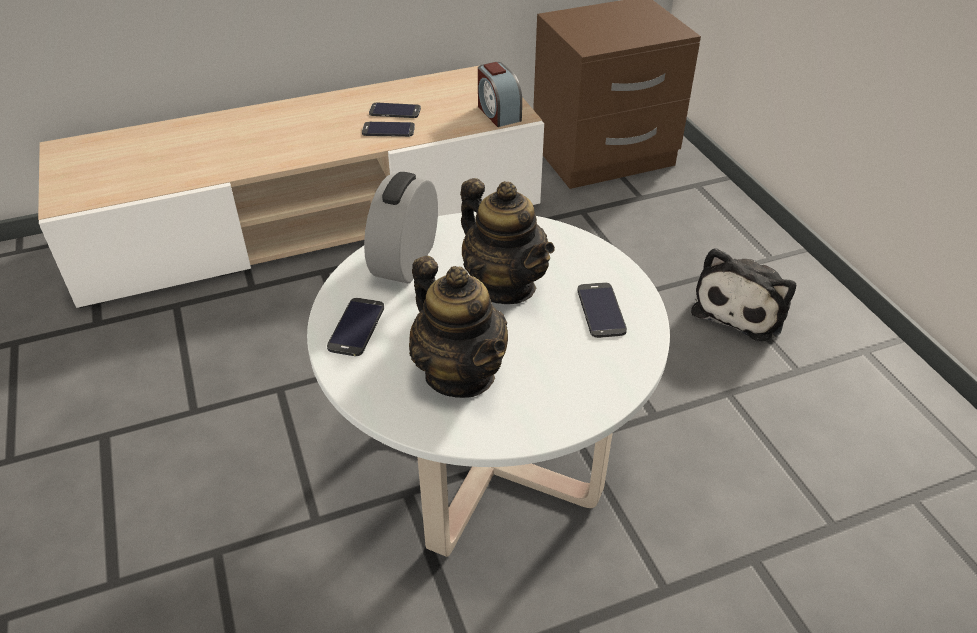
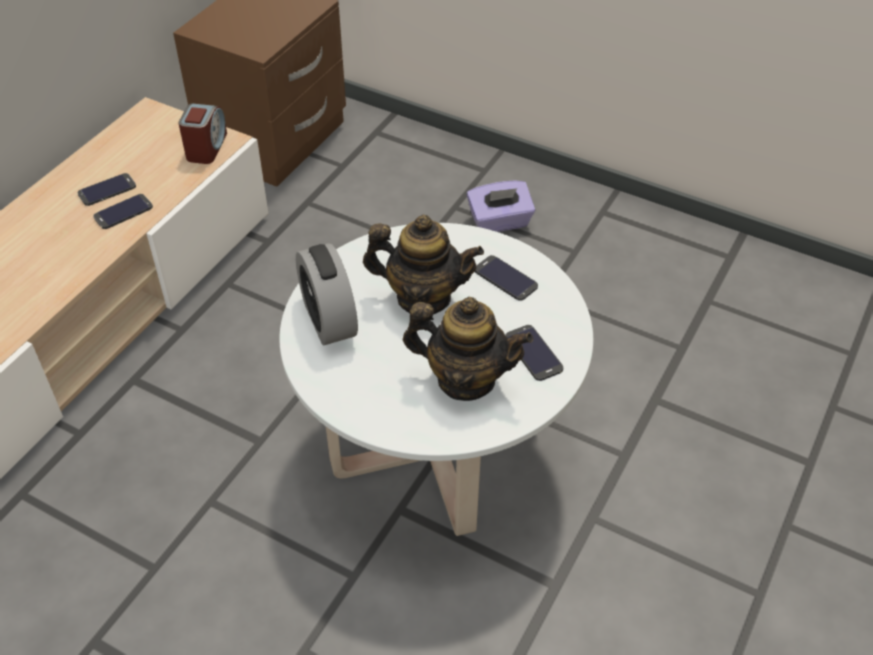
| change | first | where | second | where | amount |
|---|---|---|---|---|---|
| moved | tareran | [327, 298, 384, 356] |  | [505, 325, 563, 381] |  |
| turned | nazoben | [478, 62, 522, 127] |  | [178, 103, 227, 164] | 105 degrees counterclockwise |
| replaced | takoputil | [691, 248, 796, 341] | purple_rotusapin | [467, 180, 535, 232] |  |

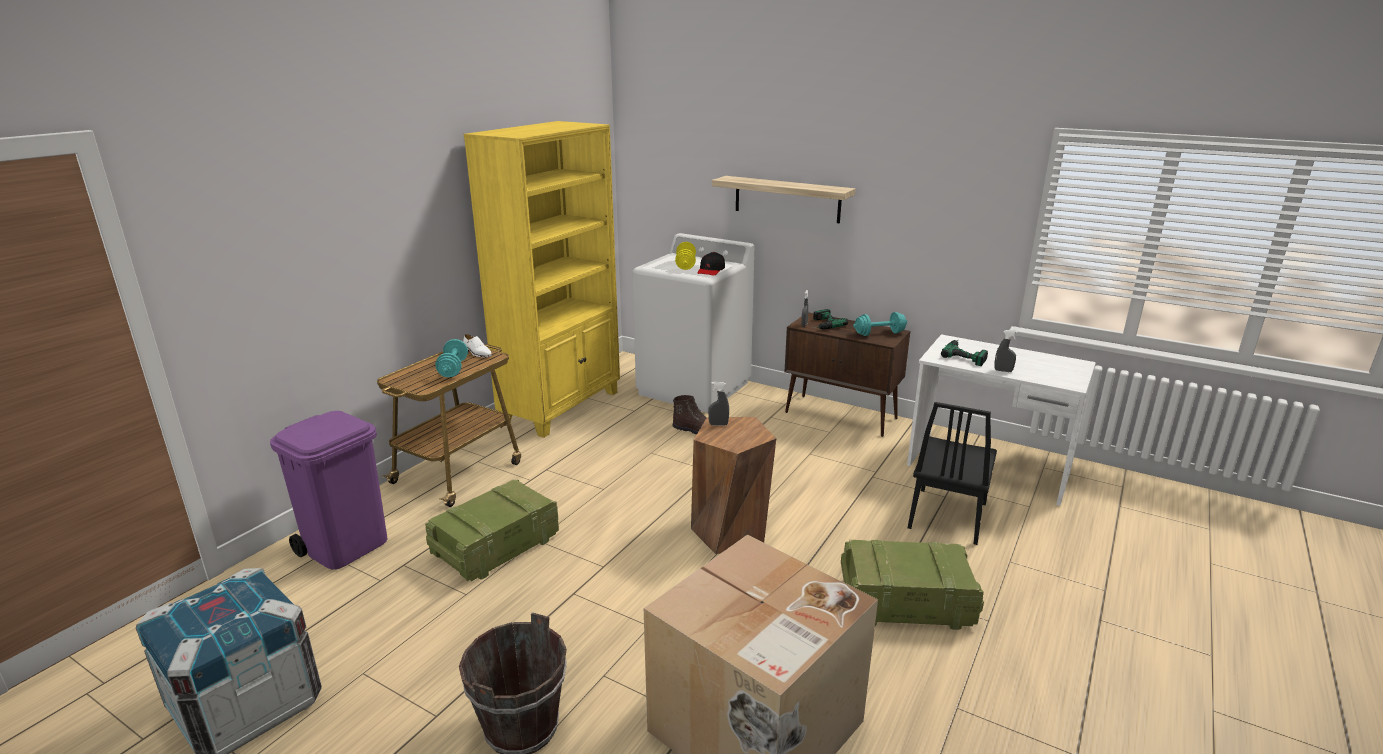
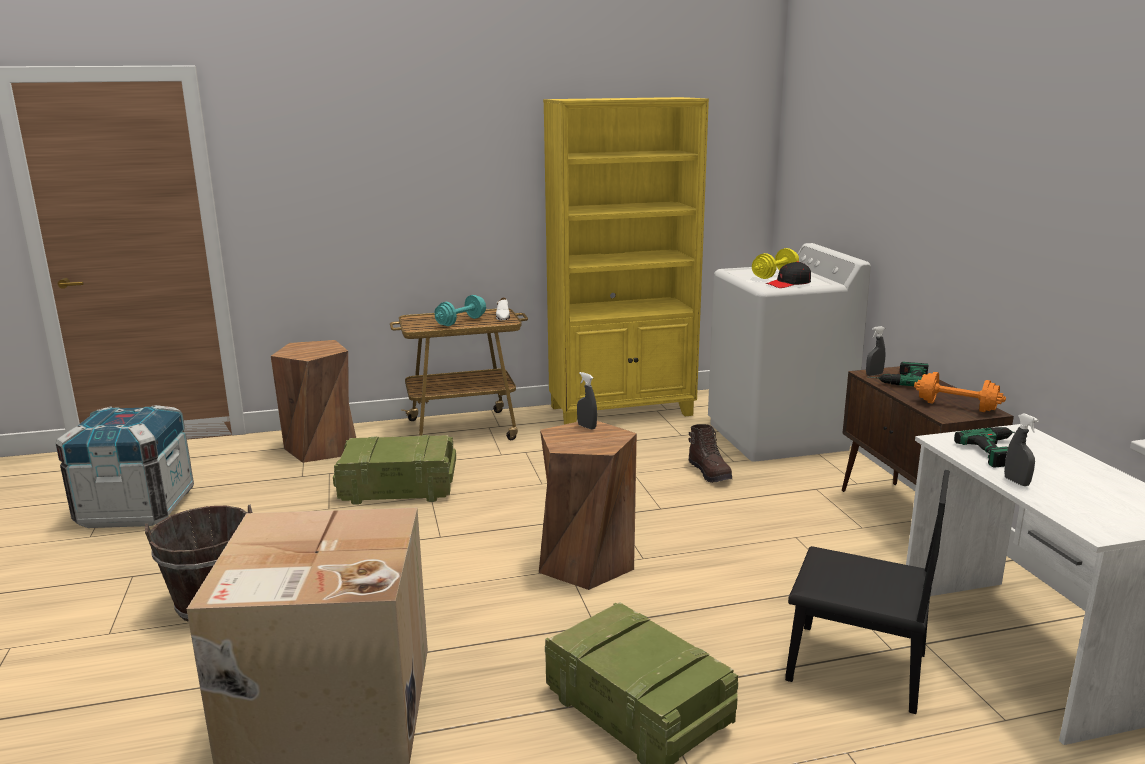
| change | first | where | second | where | amount |
|---|---|---|---|---|---|
| replaced | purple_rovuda | [270, 411, 387, 569] | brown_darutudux | [271, 340, 356, 463] |  |
| removed | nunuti | [712, 176, 856, 223] |  |  |  |
| recoloured | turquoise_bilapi | [853, 312, 908, 336] | orange_bilapi | [914, 372, 1006, 412] |  |
| turned | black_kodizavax | [908, 402, 997, 545] |  | [785, 470, 950, 714] | 135 degrees counterclockwise |

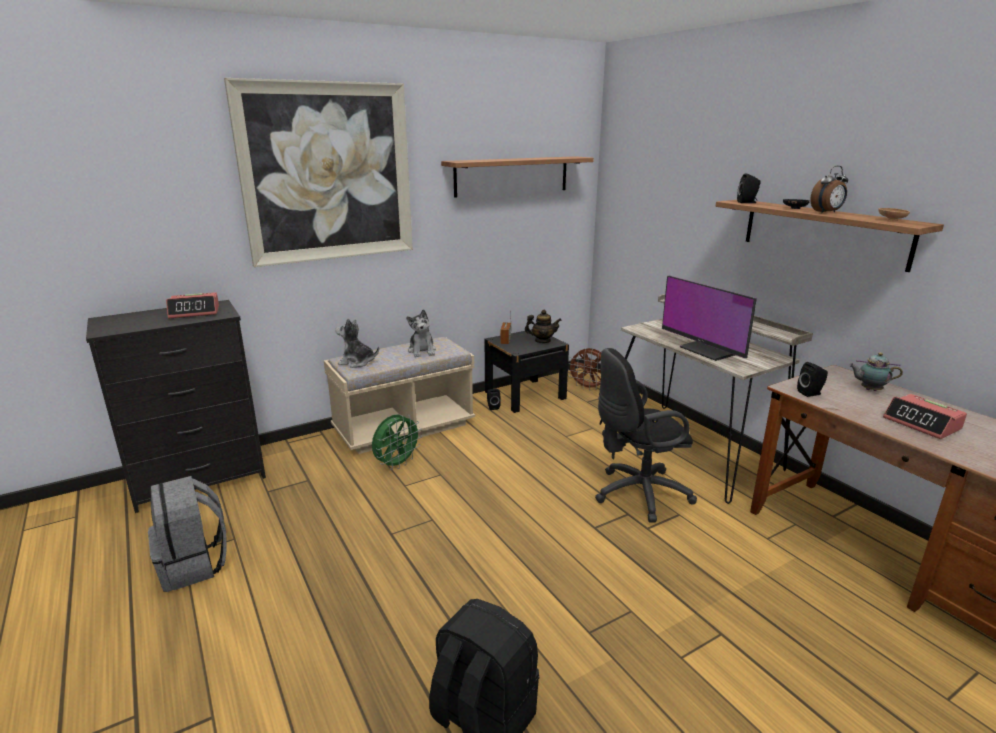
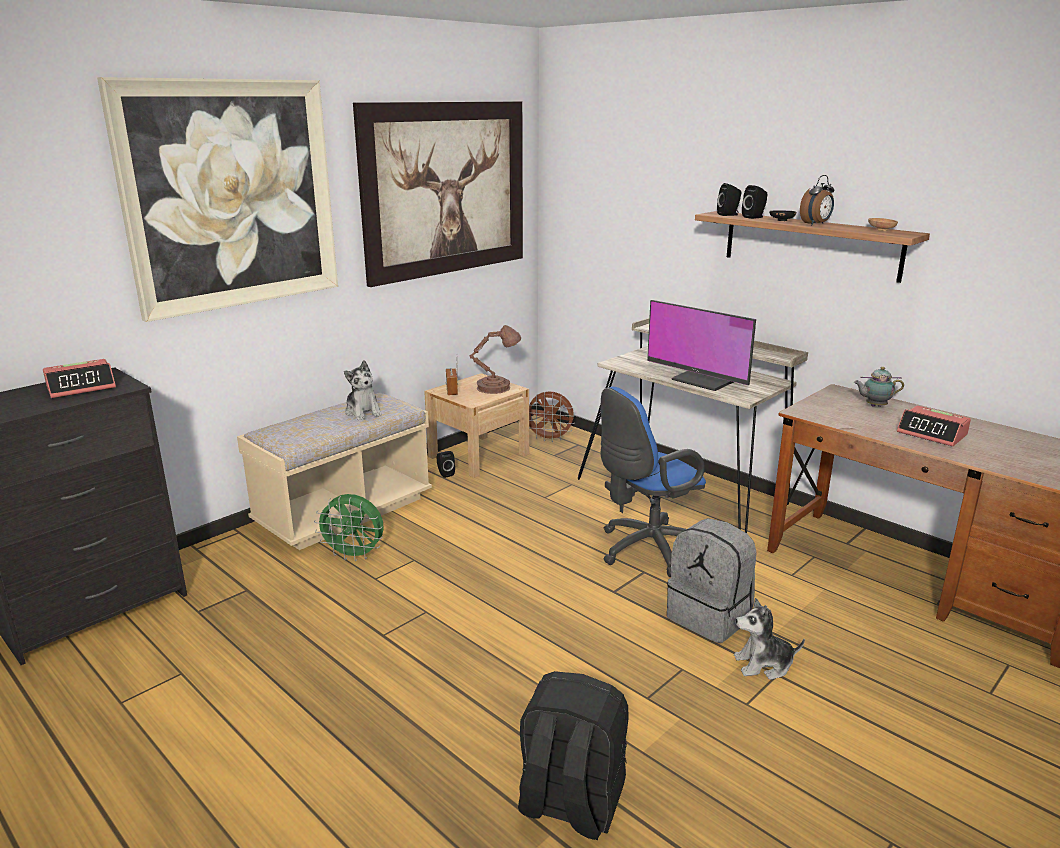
| change | first | where | second | where | amount |
|---|---|---|---|---|---|
| moved | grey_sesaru | [148, 476, 227, 592] |  | [667, 518, 757, 643] |  |
| moved | takoputil | [335, 318, 379, 368] |  | [734, 598, 805, 680] |  |
| turned | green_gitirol | [372, 414, 422, 470] |  | [314, 494, 384, 561] | 75 degrees clockwise |
| replaced | nunuti | [441, 156, 594, 198] | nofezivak | [353, 102, 523, 287] |  |
| recoloured | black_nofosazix | [485, 329, 569, 413] | beige_nofosazix | [424, 373, 529, 478] |  |
| replaced | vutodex | [525, 310, 562, 343] | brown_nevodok | [470, 325, 521, 394] |  |
| recoloured | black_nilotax | [595, 348, 697, 523] | blue_nilotax | [601, 387, 706, 577] |  |
| moved | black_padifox | [797, 362, 828, 397] |  | [742, 185, 767, 219] |  |

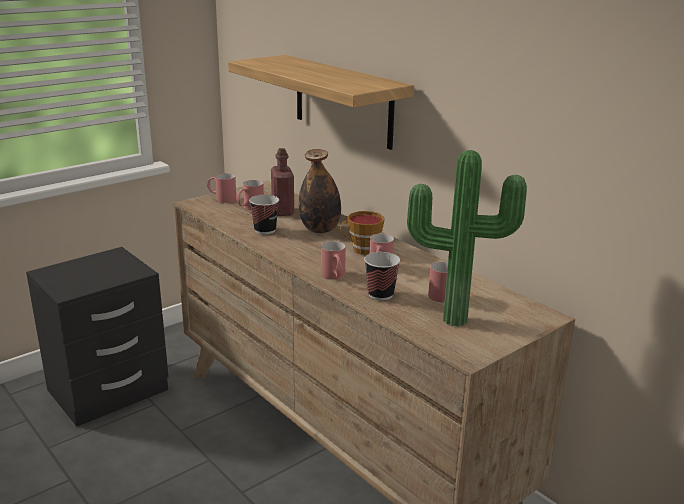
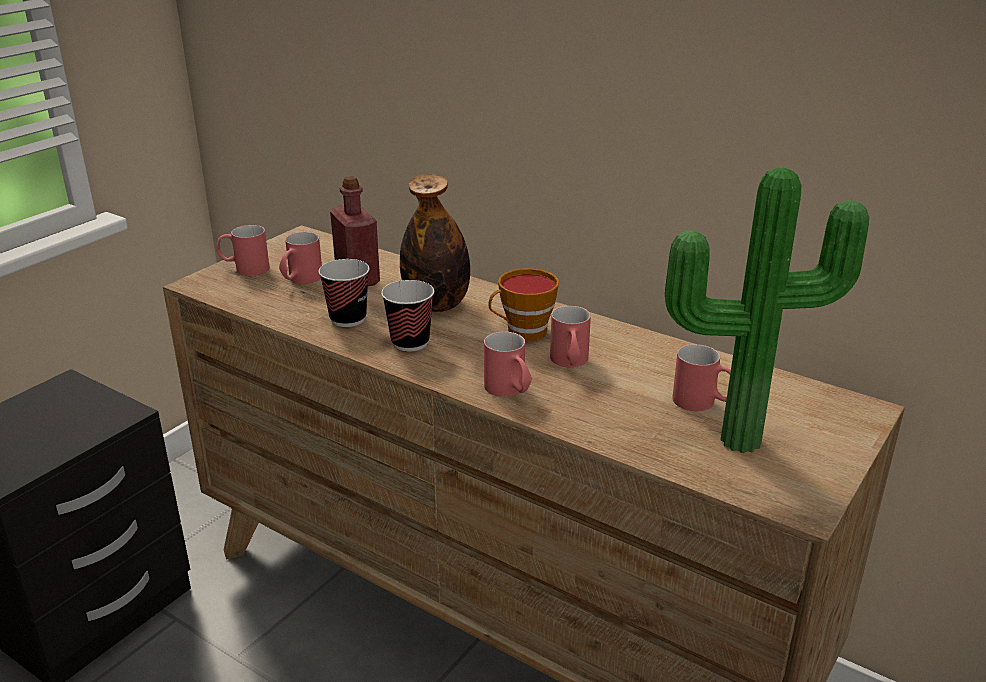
| change | first | where | second | where | amount |
|---|---|---|---|---|---|
| removed | nunuti | [228, 55, 414, 150] |  |  |  |
| moved | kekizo | [364, 252, 400, 301] |  | [381, 280, 434, 352] |  |

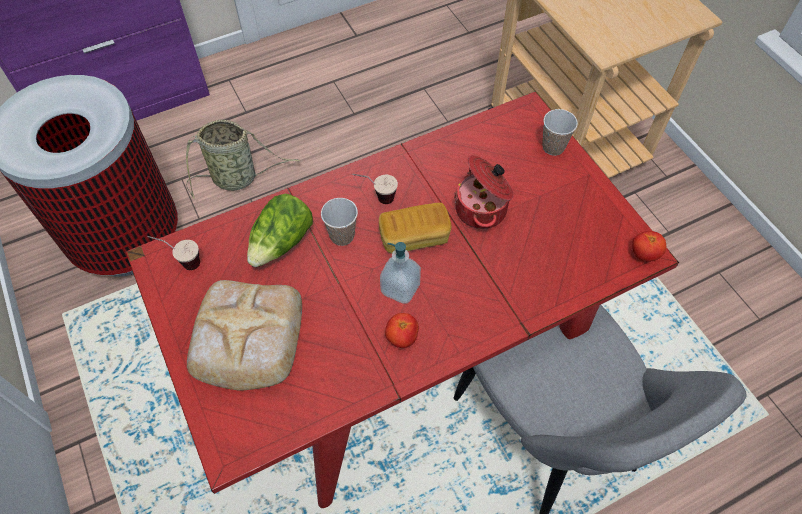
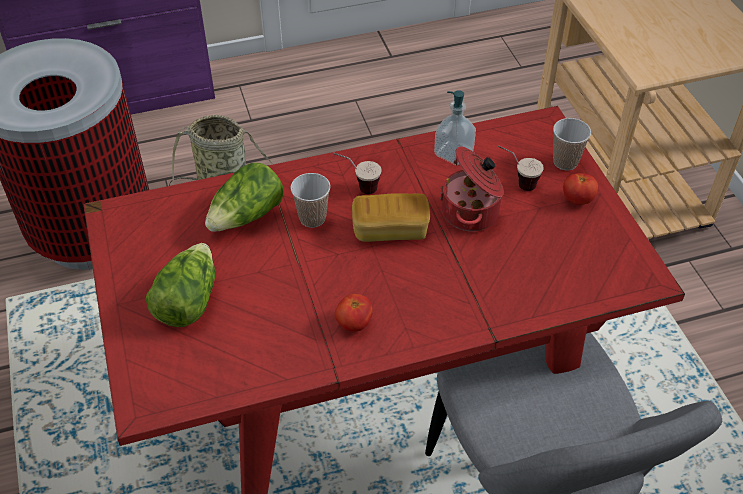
| change | first | where | second | where | amount |
|---|---|---|---|---|---|
| moved | kekizo | [147, 236, 200, 270] |  | [498, 145, 544, 191] |  |
| replaced | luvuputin | [187, 280, 302, 391] | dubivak | [146, 243, 215, 327] |  |
| moved | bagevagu | [380, 242, 421, 304] |  | [434, 90, 476, 165] |  |
| moved | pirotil | [632, 231, 666, 262] |  | [563, 173, 598, 205] |  |

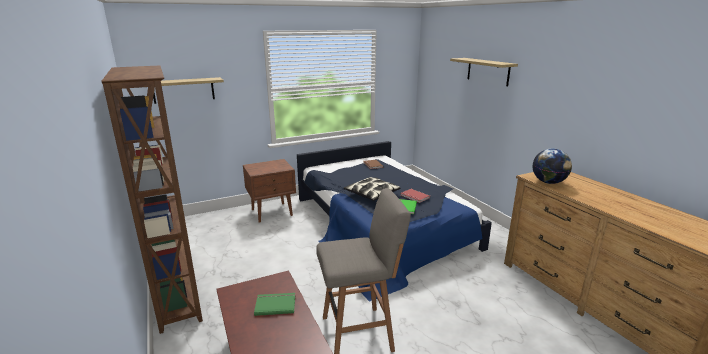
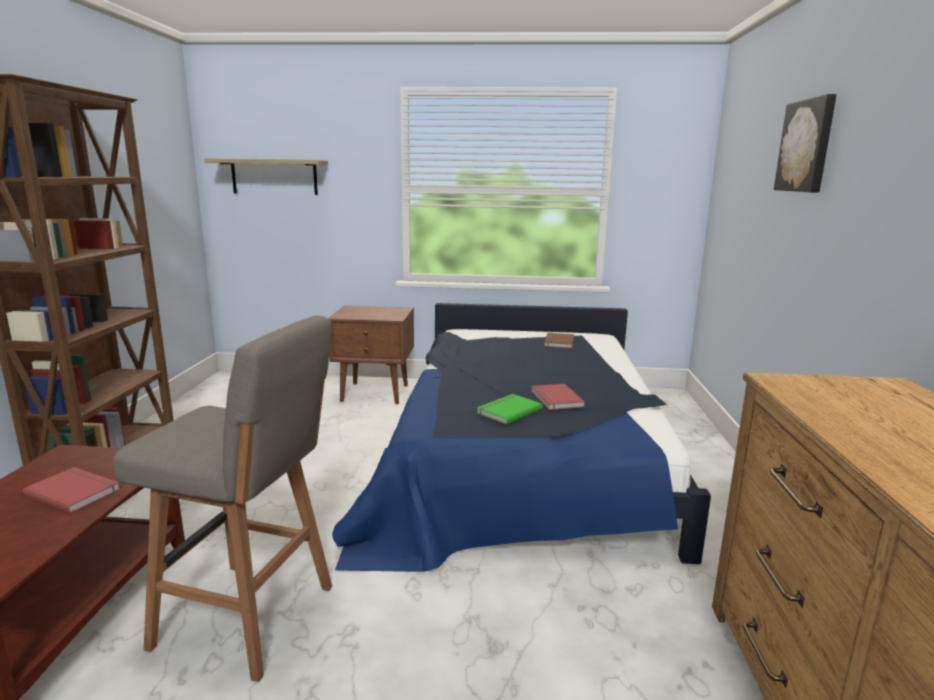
| change | first | where | second | where | amount |
|---|---|---|---|---|---|
| recoloured | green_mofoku | [254, 293, 295, 316] | red_mofoku | [23, 467, 120, 513] |  |
| removed | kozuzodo | [344, 177, 400, 201] |  |  |  |
| replaced | nunuti | [450, 58, 518, 86] | nofezivak | [774, 94, 837, 192] |  |
| removed | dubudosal | [532, 149, 572, 184] |  |  |  |

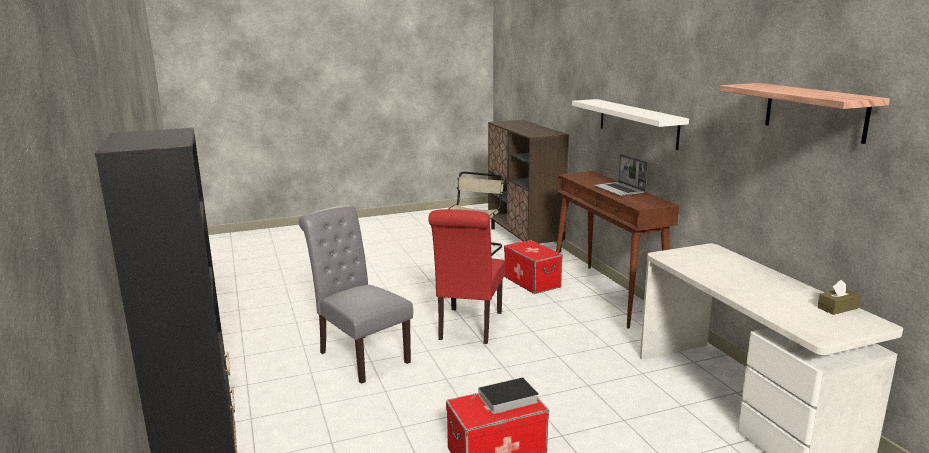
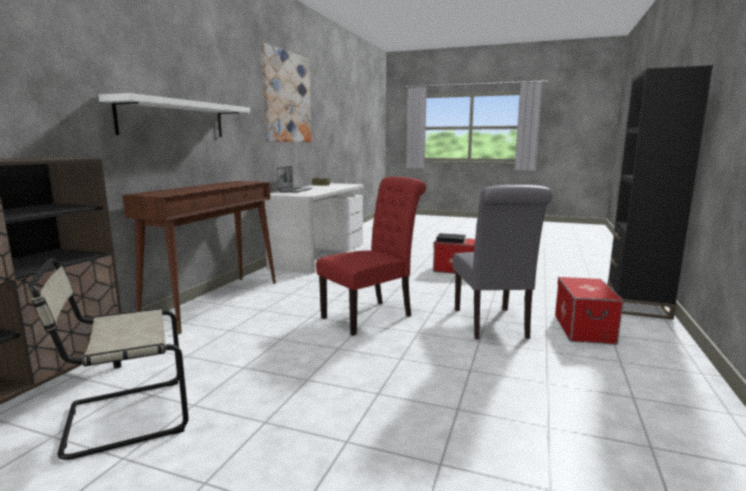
| change | first | where | second | where | amount |
|---|---|---|---|---|---|
| moved | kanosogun | [504, 240, 563, 294] |  | [555, 277, 624, 345] |  |
| moved | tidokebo | [594, 154, 648, 196] |  | [276, 166, 312, 192] |  |
| replaced | nunuti | [720, 83, 890, 144] | nofezivak | [261, 43, 312, 142] |  |

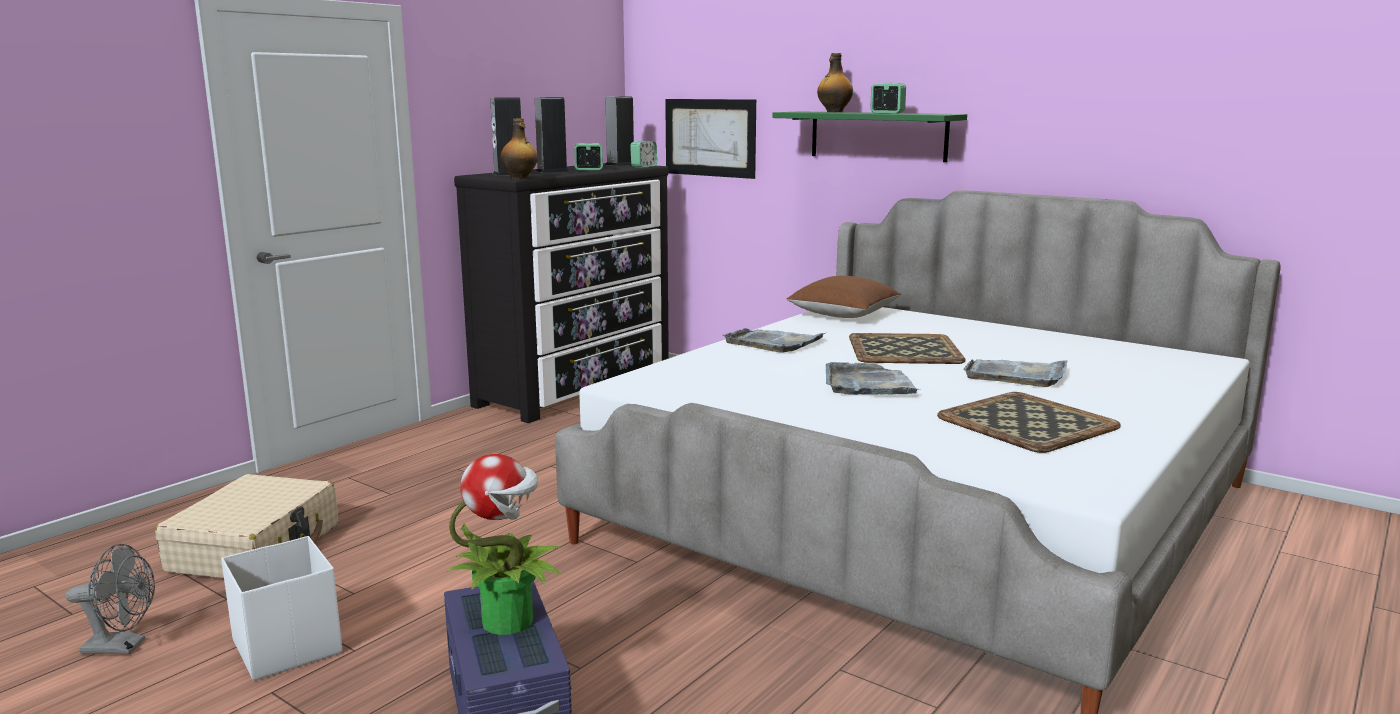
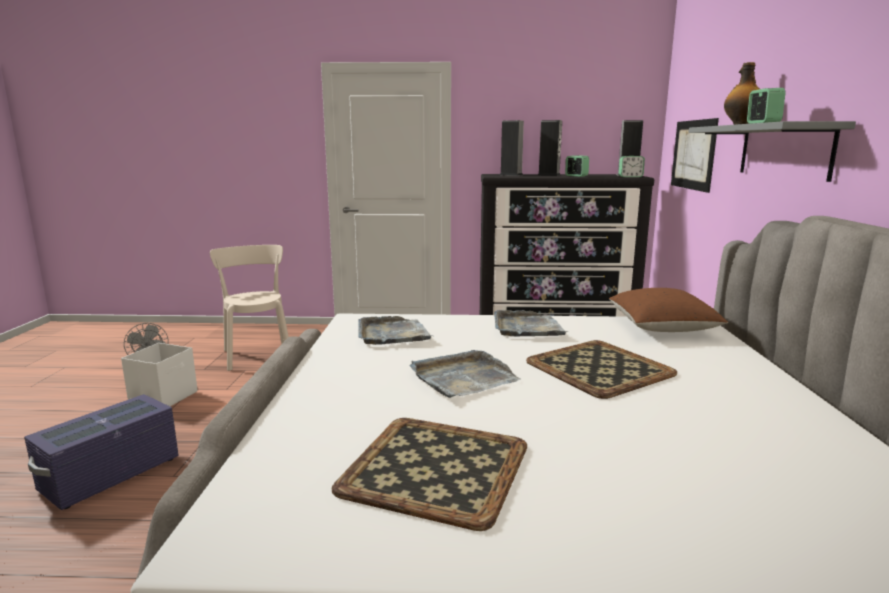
| change | first | where | second | where | amount |
|---|---|---|---|---|---|
| replaced | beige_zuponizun | [155, 474, 338, 578] | beige_kodizavax | [210, 245, 289, 371] |  |
| removed | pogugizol | [447, 454, 562, 635] |  |  |  |
| removed | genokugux | [500, 118, 538, 179] |  |  |  |
| recoloured | green_nunuti | [772, 111, 967, 162] | grey_nunuti | [689, 121, 856, 182] |  |
| moved | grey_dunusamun | [963, 359, 1068, 387] |  | [358, 316, 433, 345] |  |

